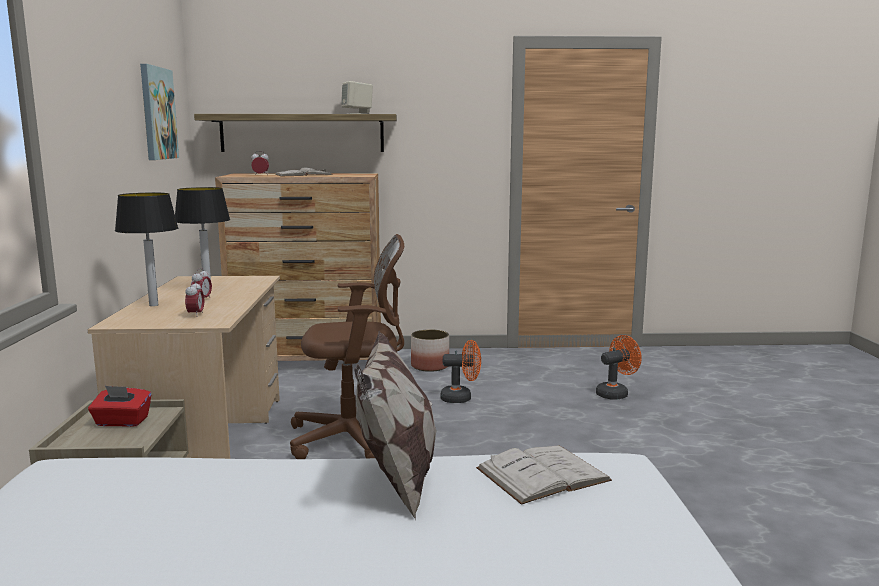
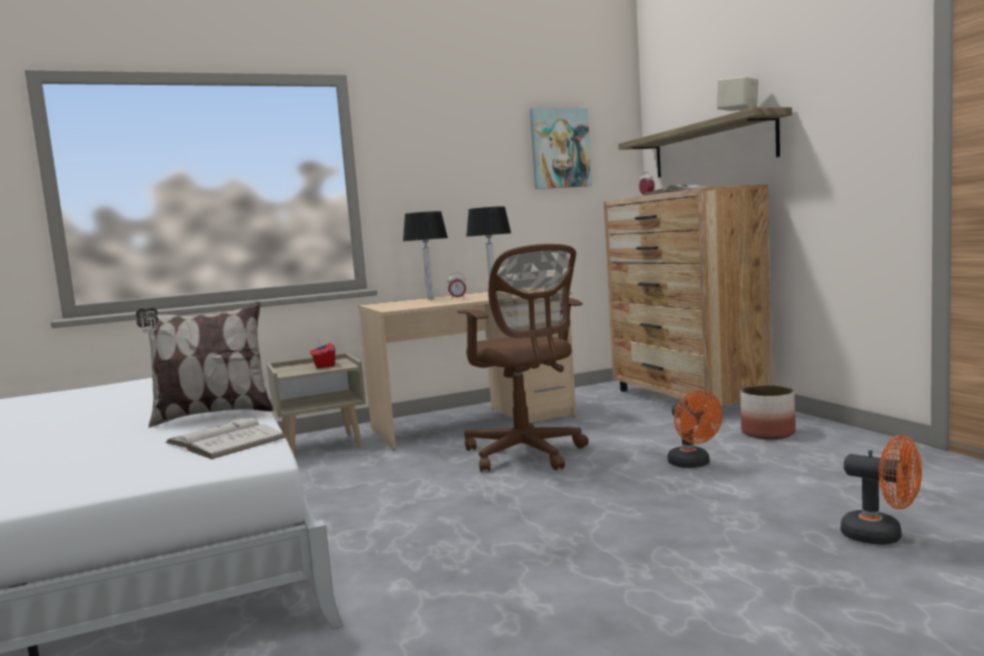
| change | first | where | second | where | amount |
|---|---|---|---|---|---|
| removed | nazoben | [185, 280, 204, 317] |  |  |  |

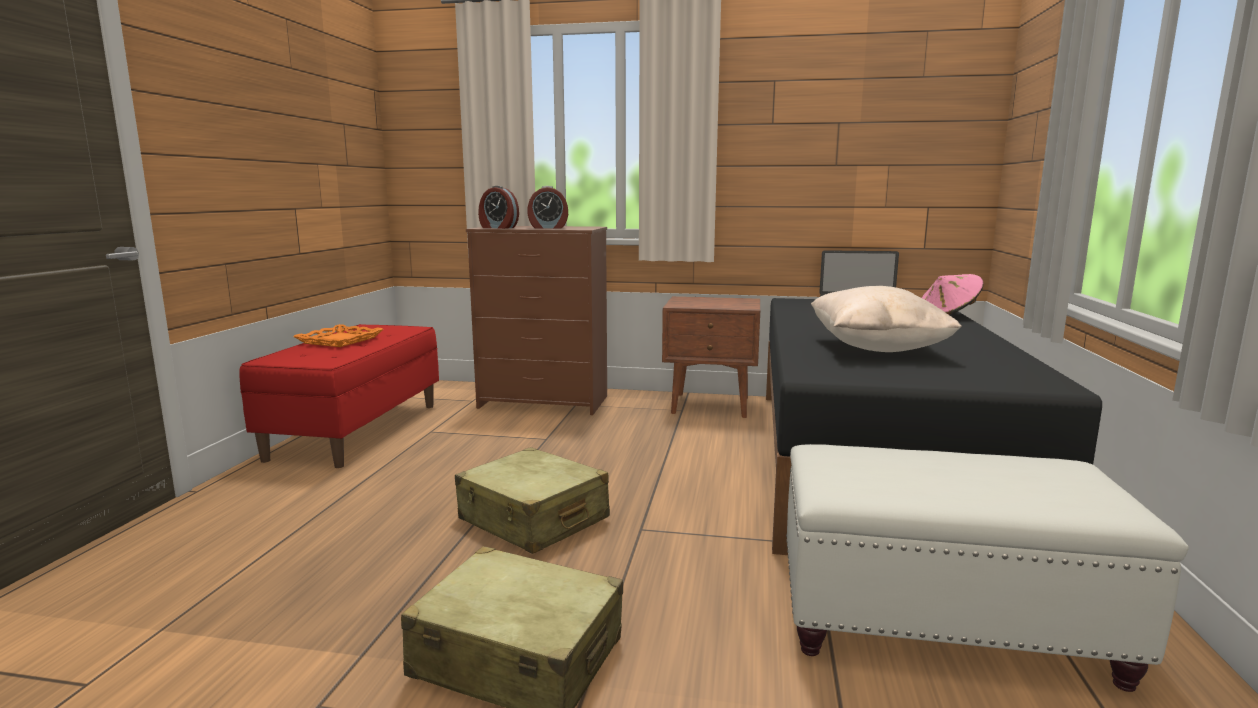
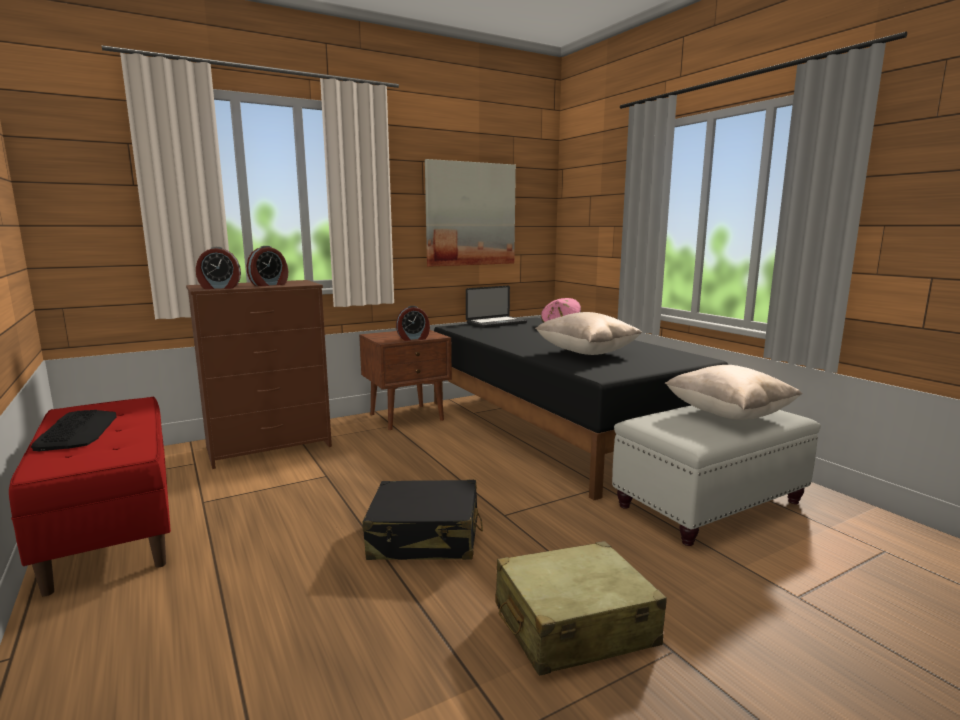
| change | first | where | second | where | amount |
|---|---|---|---|---|---|
| replaced | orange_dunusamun | [293, 324, 383, 347] | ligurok | [31, 410, 117, 451] |  |
| recoloured | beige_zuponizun | [455, 447, 610, 554] | black_zuponizun | [362, 480, 483, 560] |  |
| added |  |  | nazoben | [396, 306, 430, 341] |  |
| added |  |  | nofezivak | [425, 159, 516, 267] |  |
| added |  |  | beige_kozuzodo | [665, 365, 803, 420] |  |

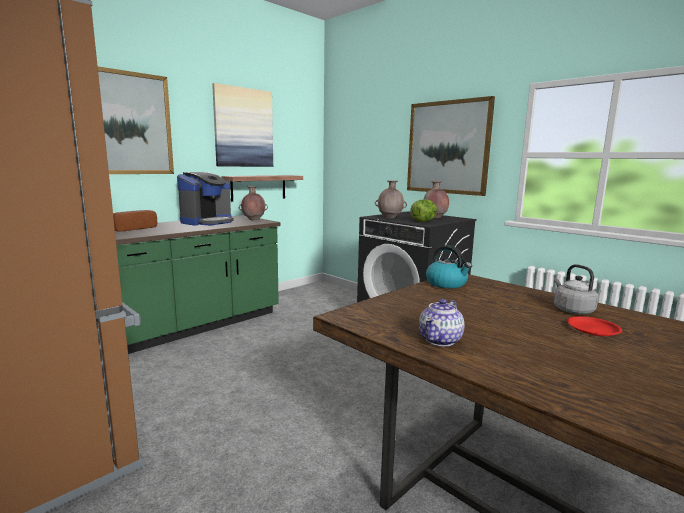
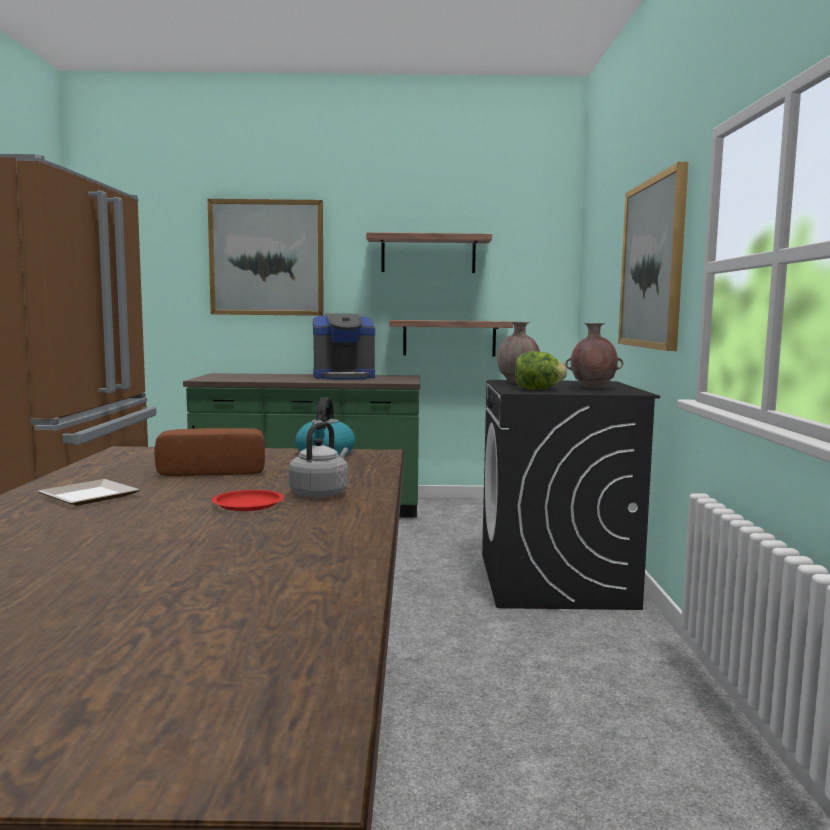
| change | first | where | second | where | amount |
|---|---|---|---|---|---|
| moved | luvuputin | [113, 210, 157, 232] |  | [154, 428, 265, 476] |  |
| replaced | nofezivak | [212, 83, 273, 167] | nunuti | [366, 232, 492, 273] |  |
| removed | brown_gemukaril | [239, 186, 268, 220] |  |  |  |
| removed | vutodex | [419, 299, 465, 346] |  |  |  |
| added |  |  | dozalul | [38, 479, 140, 506] |  |

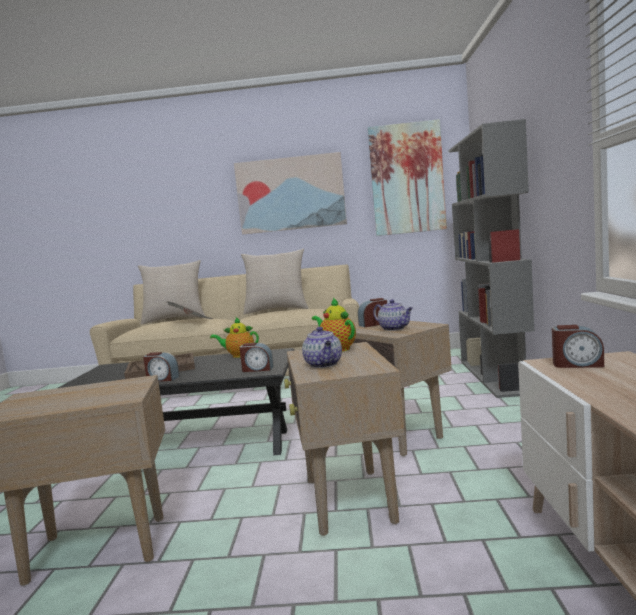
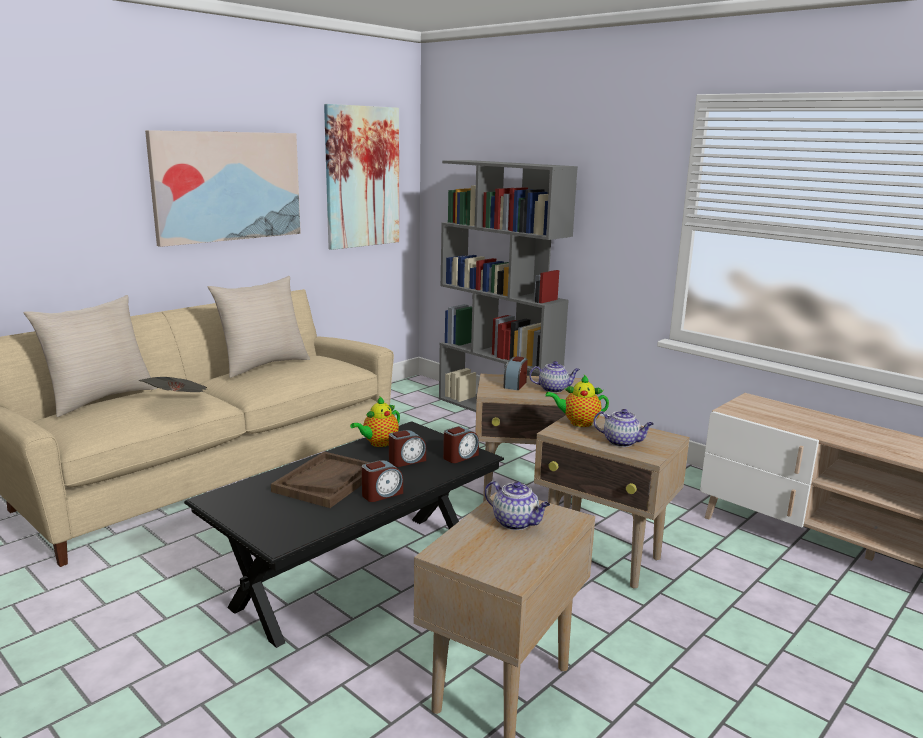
| change | first | where | second | where | amount |
|---|---|---|---|---|---|
| moved | nazoben | [552, 325, 604, 368] |  | [389, 430, 426, 467] |  |
| added |  |  | vutodex | [485, 481, 550, 530] |  |

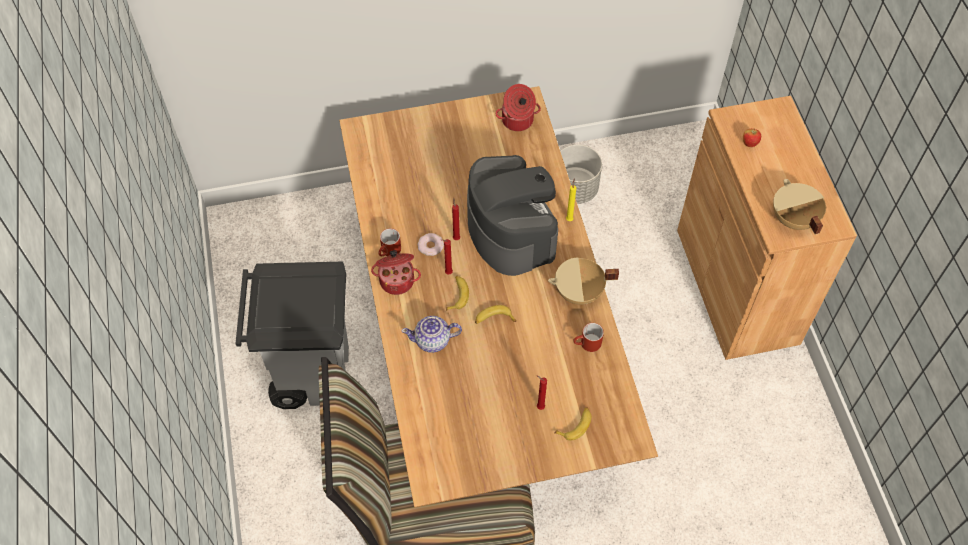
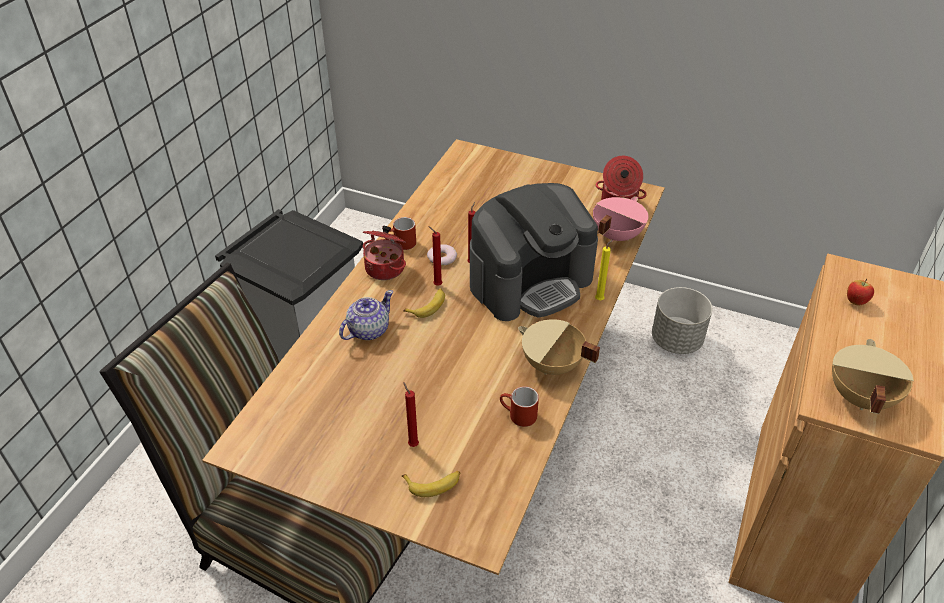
| change | first | where | second | where | amount |
|---|---|---|---|---|---|
| turned | vutodex | [402, 316, 462, 353] |  | [339, 290, 393, 340] | 105 degrees clockwise |
| turned | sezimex | [467, 155, 558, 276] |  | [470, 183, 598, 321] | 45 degrees clockwise |
| removed | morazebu | [475, 305, 517, 324] |  |  |  |
| added |  |  | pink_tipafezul | [593, 197, 649, 242] |  |

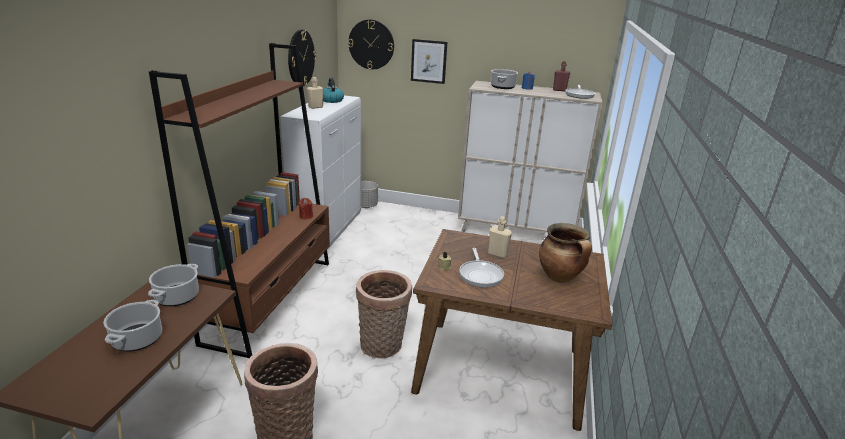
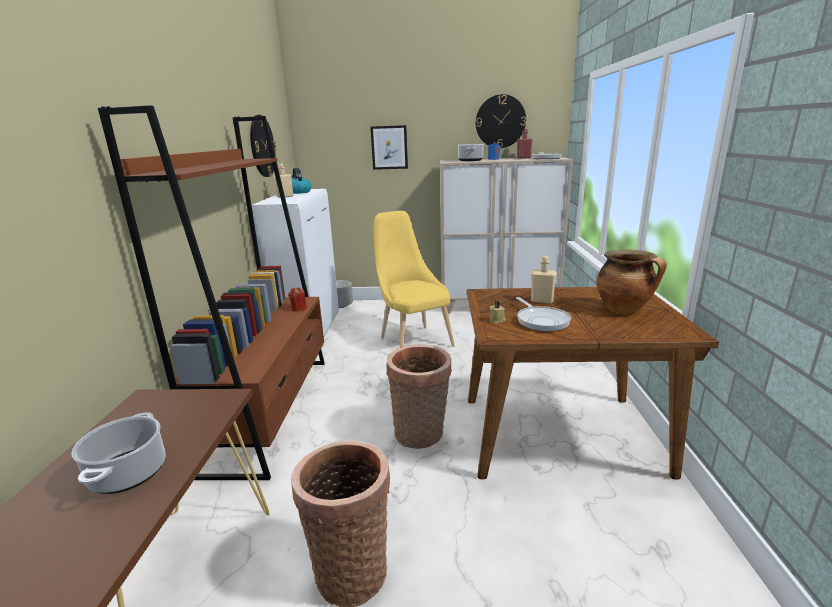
| change | first | where | second | where | amount |
|---|---|---|---|---|---|
| removed | tipafezul | [148, 264, 199, 306] |  |  |  |
| moved | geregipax | [348, 19, 394, 70] |  | [476, 94, 526, 148] |  |
| added |  |  | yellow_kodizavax | [374, 211, 455, 348] |  |

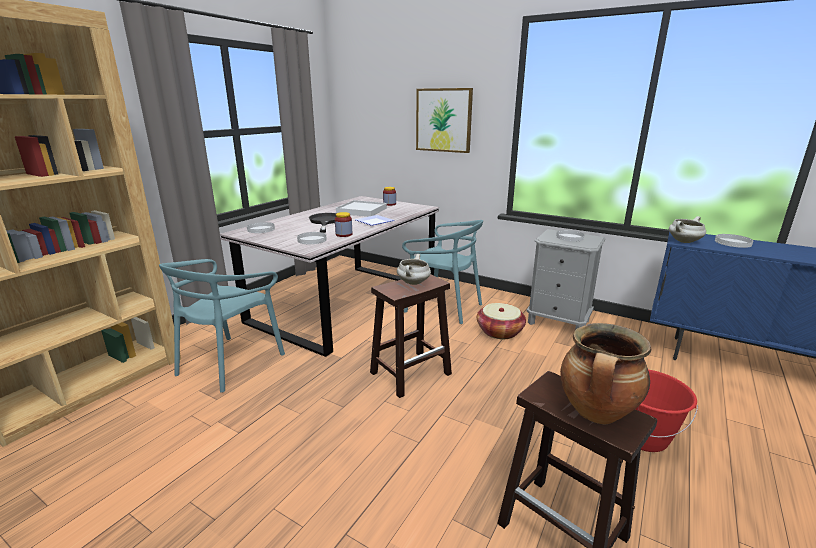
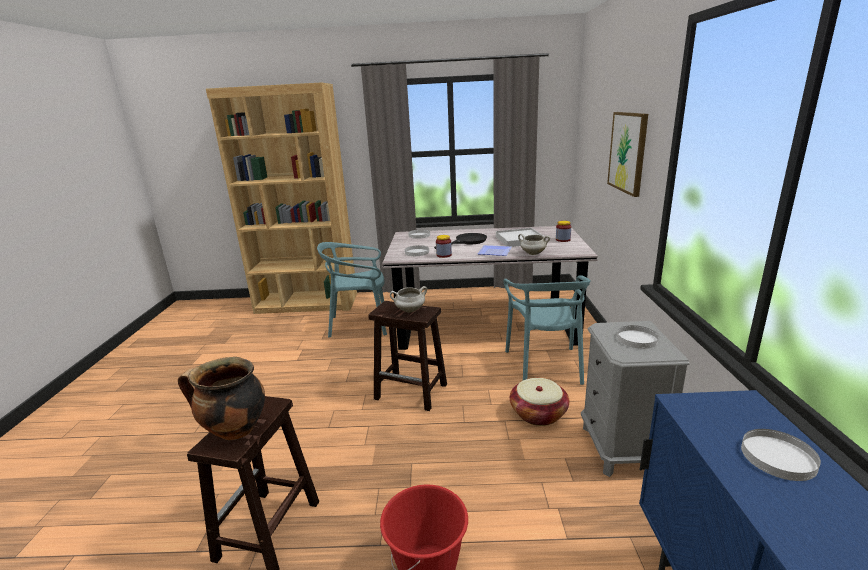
| change | first | where | second | where | amount |
|---|---|---|---|---|---|
| moved | white_tipafezul | [669, 216, 706, 243] |  | [518, 234, 550, 255] |  |

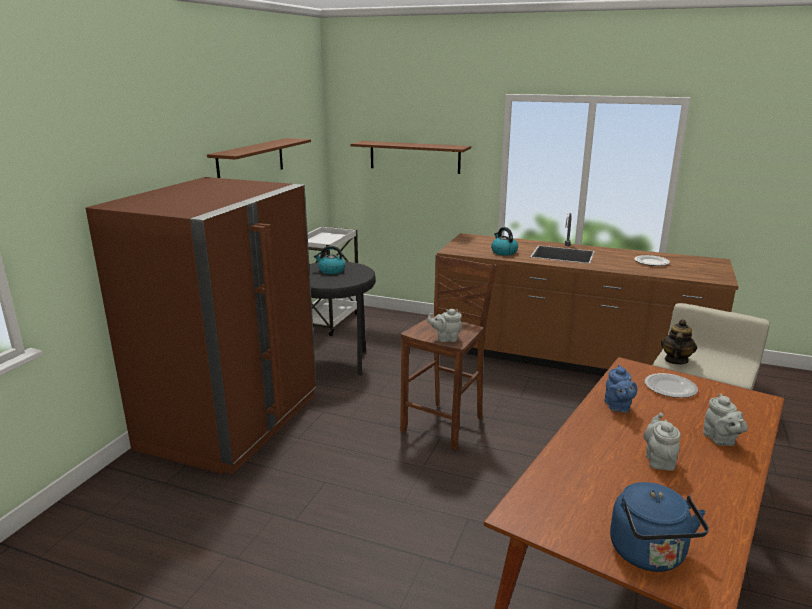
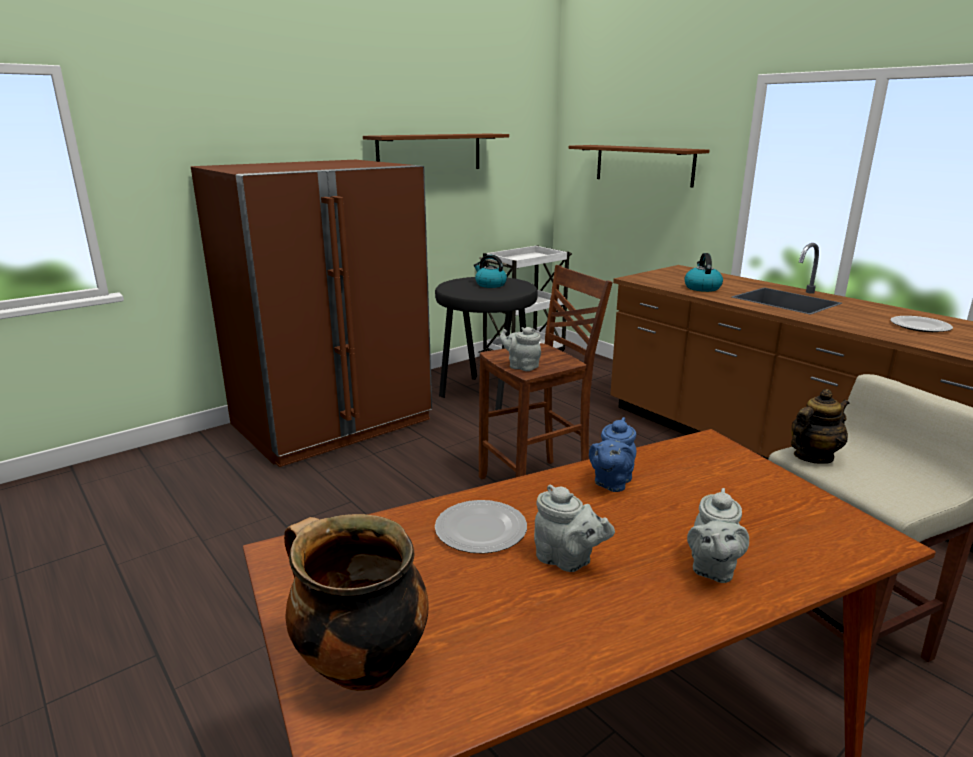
| change | first | where | second | where | amount |
|---|---|---|---|---|---|
| replaced | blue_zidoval | [610, 482, 709, 572] | tipafezul | [284, 514, 429, 691] |  |
| turned | grey_vutodex | [643, 413, 681, 471] |  | [534, 485, 615, 572] | 90 degrees clockwise |
| moved | dozalul | [645, 373, 698, 398] |  | [435, 500, 527, 554] |  |

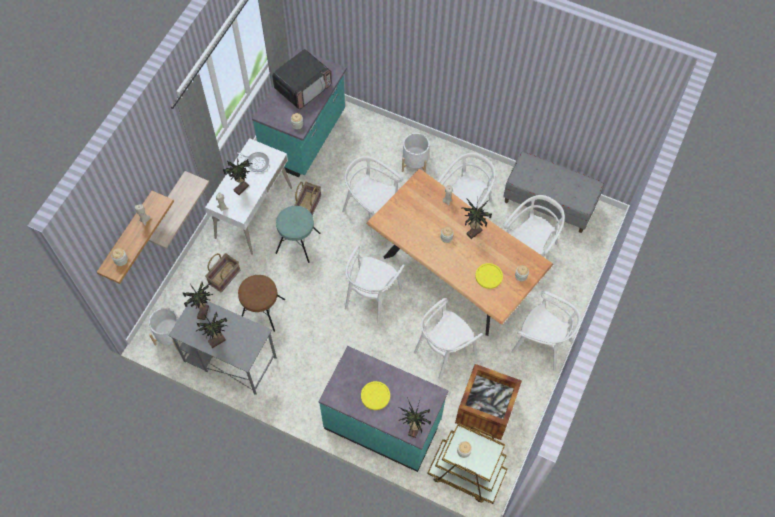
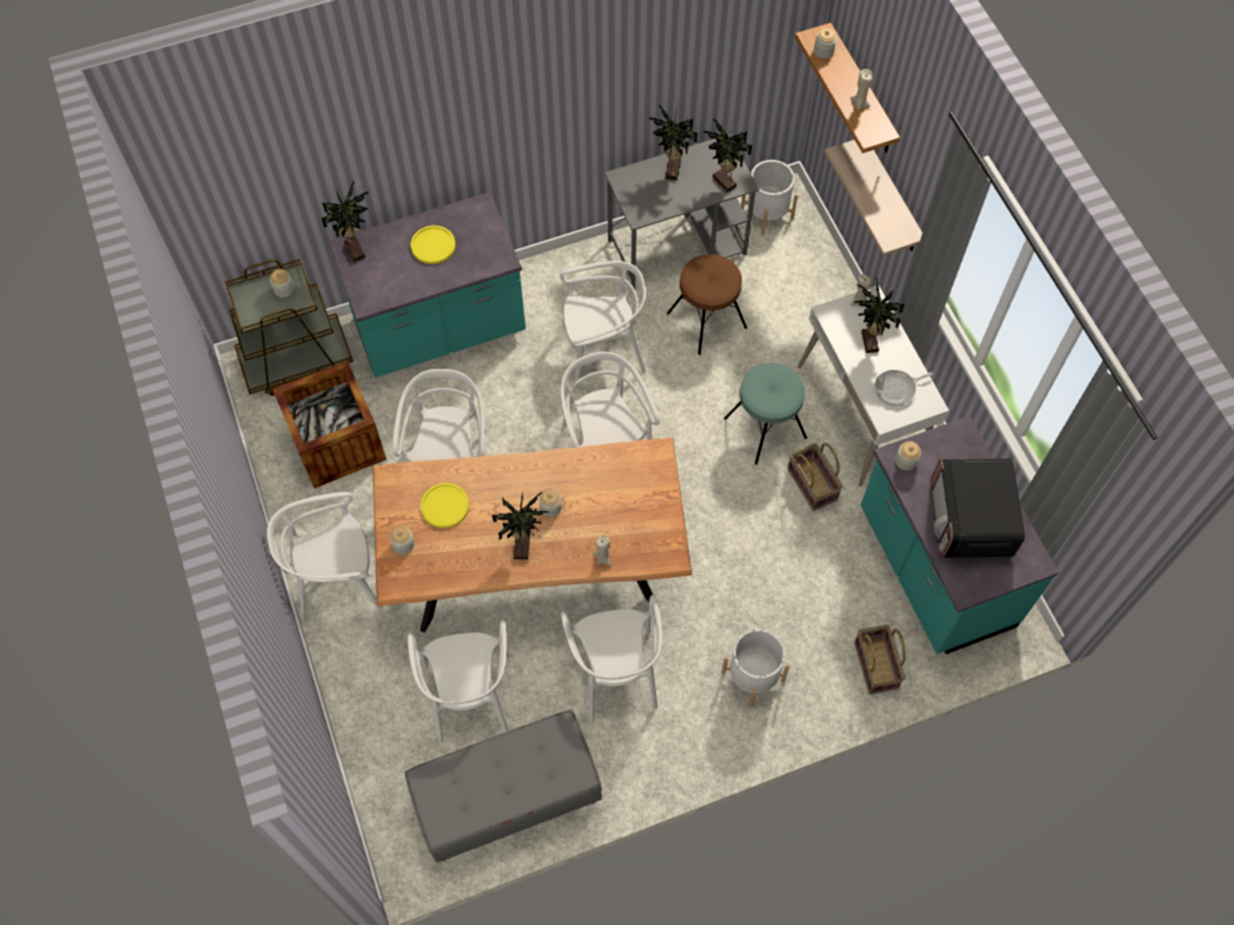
| change | first | where | second | where | amount |
|---|---|---|---|---|---|
| moved | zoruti | [205, 253, 240, 292] |  | [854, 625, 906, 694] |  |
| moved | white_kodizavax | [342, 156, 403, 238] |  | [560, 261, 646, 389] |  |

